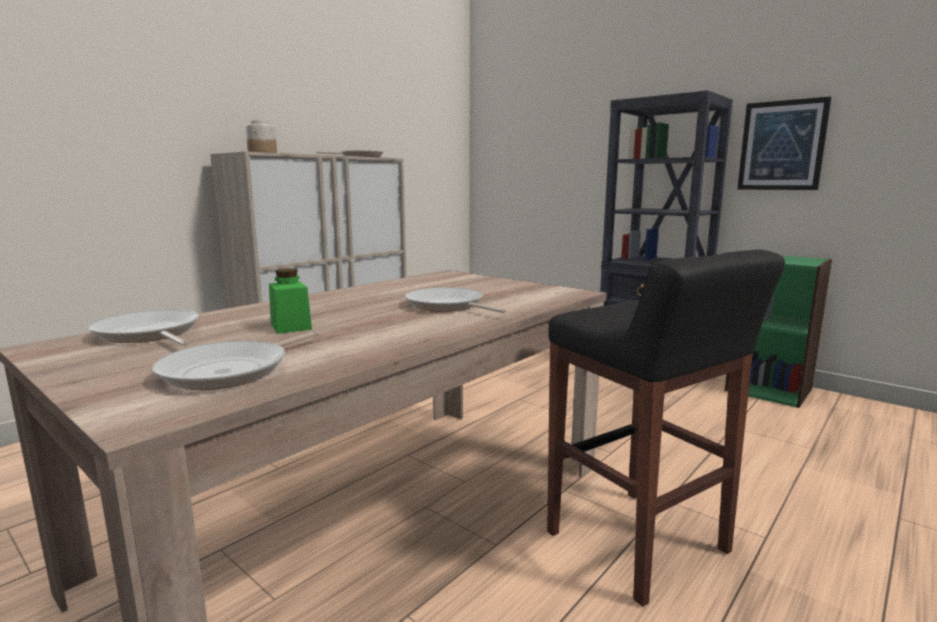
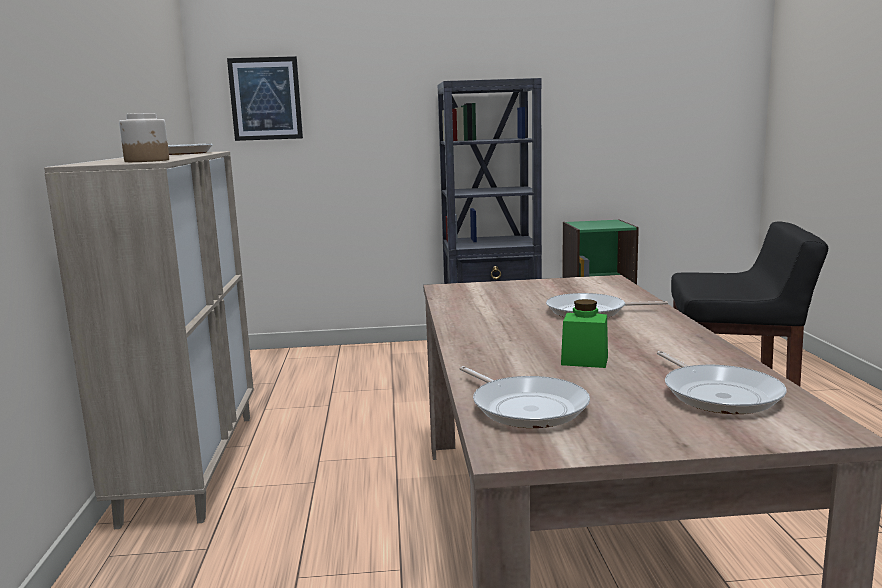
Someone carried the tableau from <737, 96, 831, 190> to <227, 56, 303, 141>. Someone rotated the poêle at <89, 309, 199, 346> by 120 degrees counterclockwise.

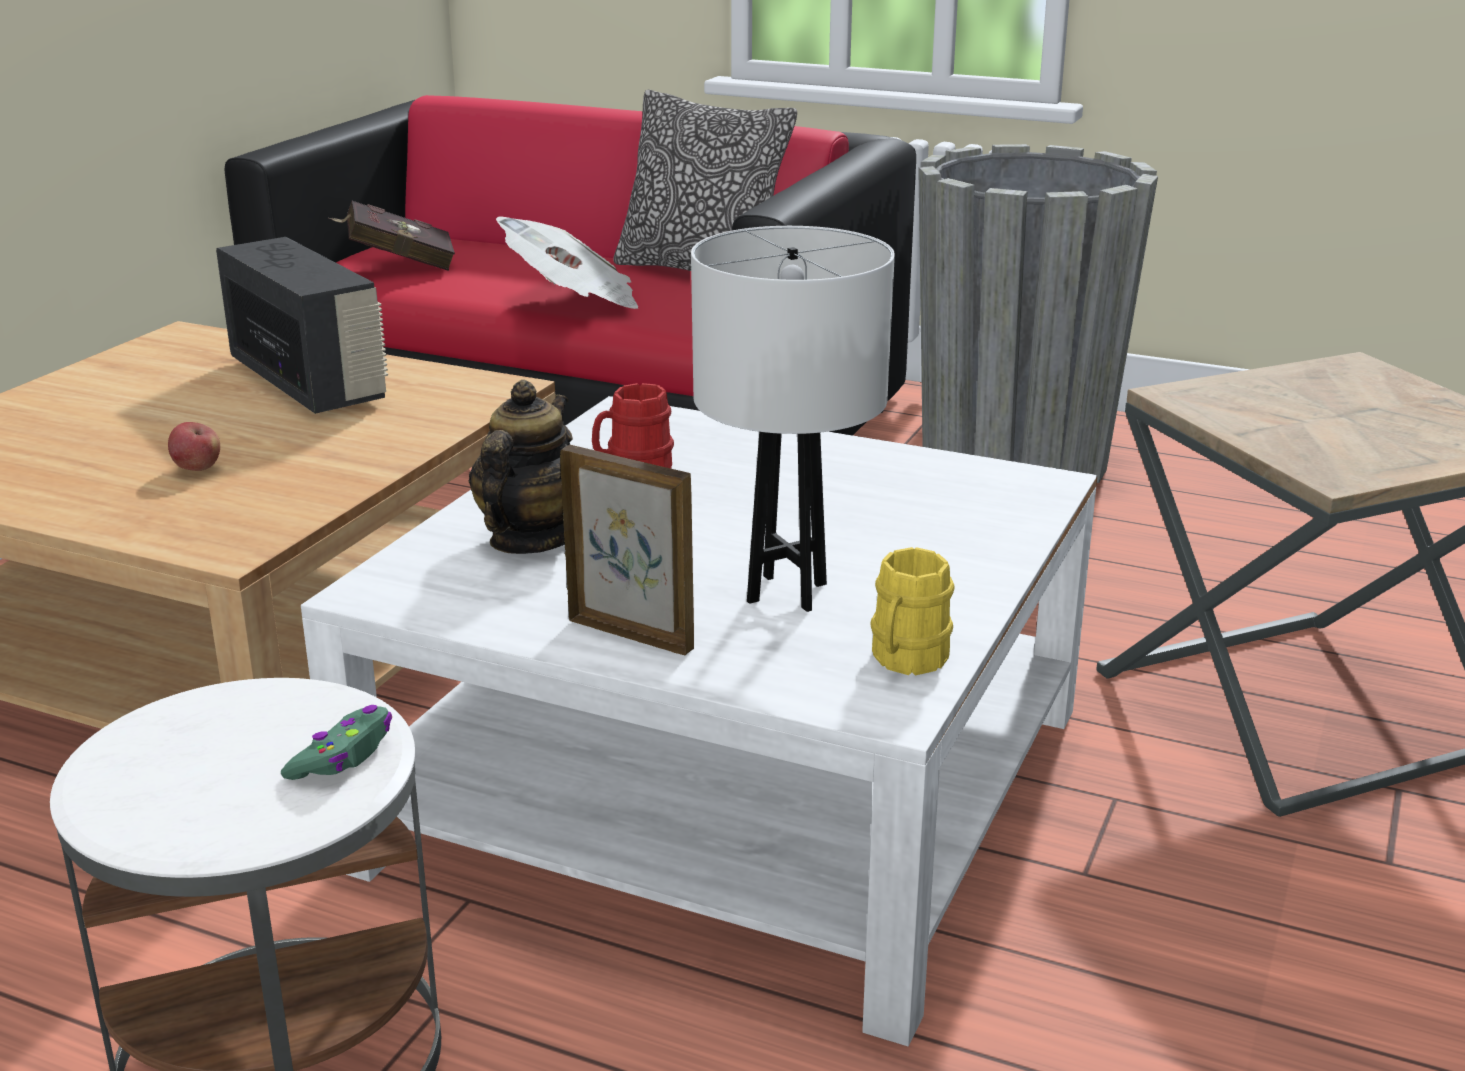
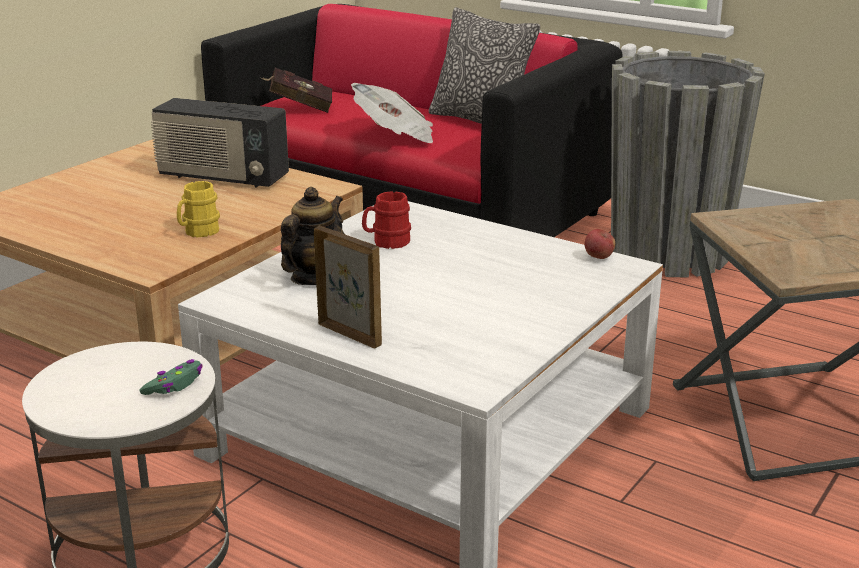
Someone took away the lampe de table (blanc) at <691, 226, 895, 612>. Someone carried the pomme from <168, 422, 220, 471> to <585, 229, 615, 259>. Someone carried the mug (jaune) from <870, 547, 955, 675> to <177, 181, 220, 238>. Someone rotated the radio at <216, 237, 388, 414> by 135 degrees clockwise.

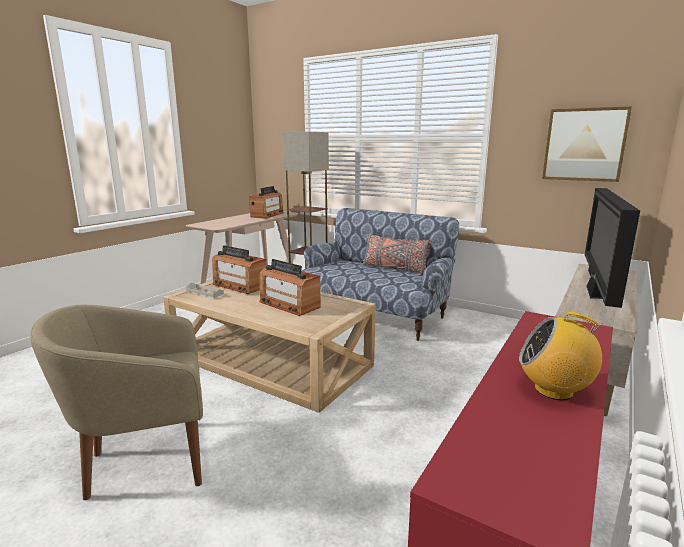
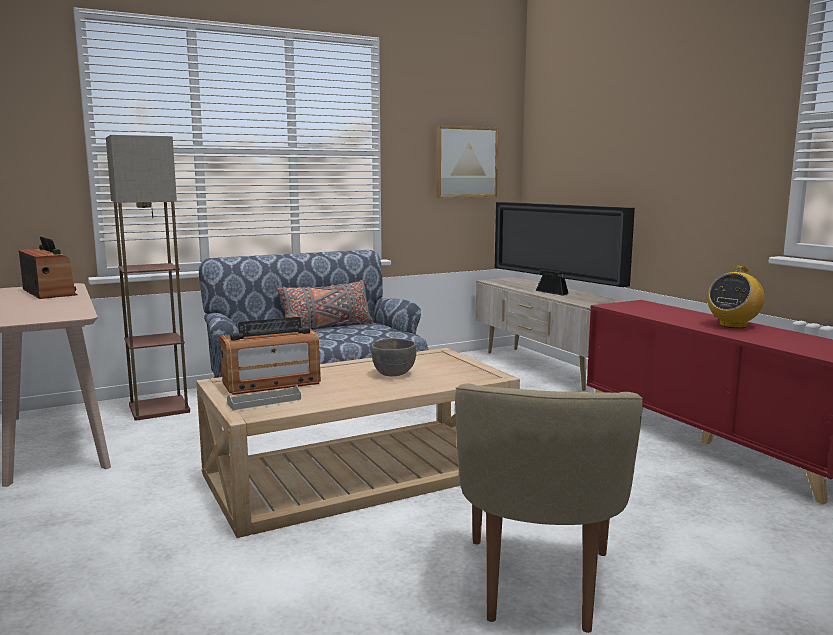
Someone swapped the radio at <259, 259, 321, 316> for the bol (gris) at <371, 338, 416, 376>.

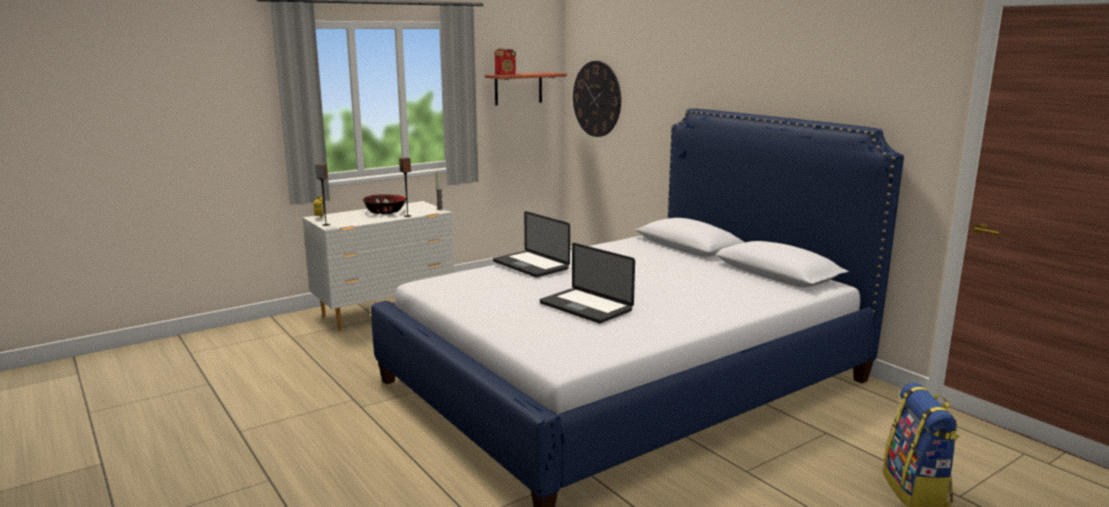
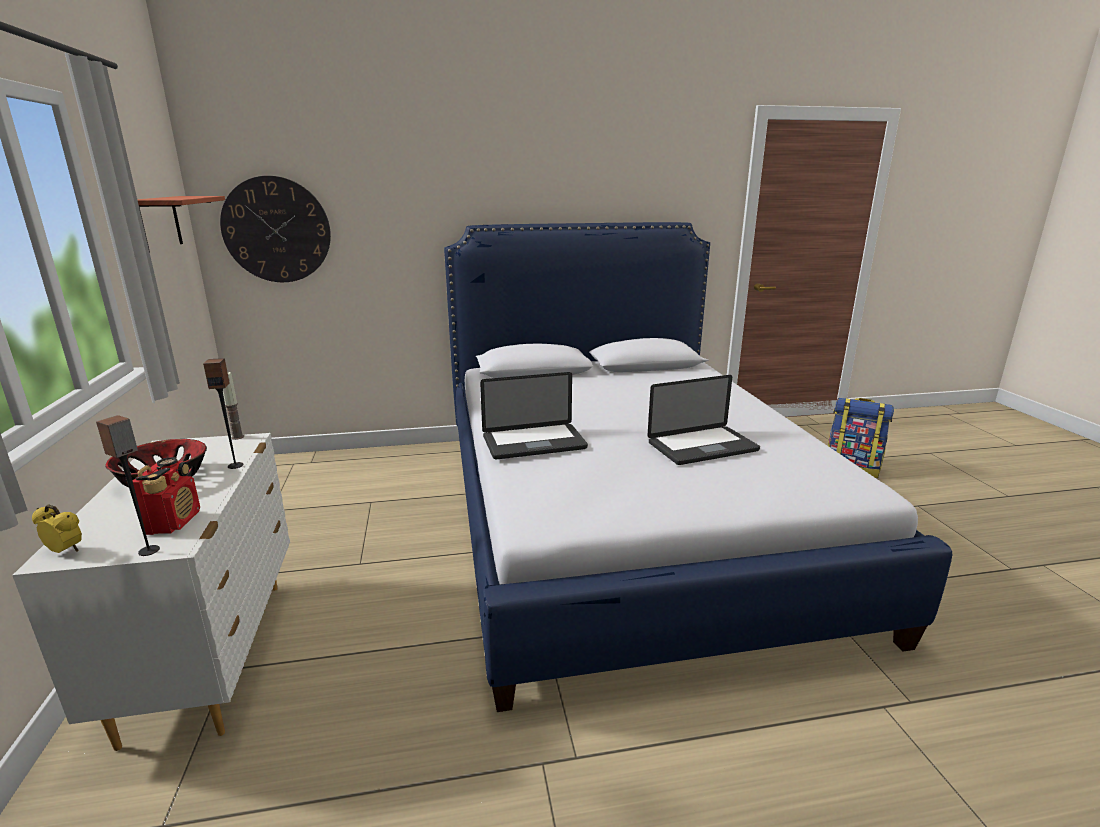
Someone carried the radio from <495, 48, 516, 75> to <133, 457, 200, 535>.

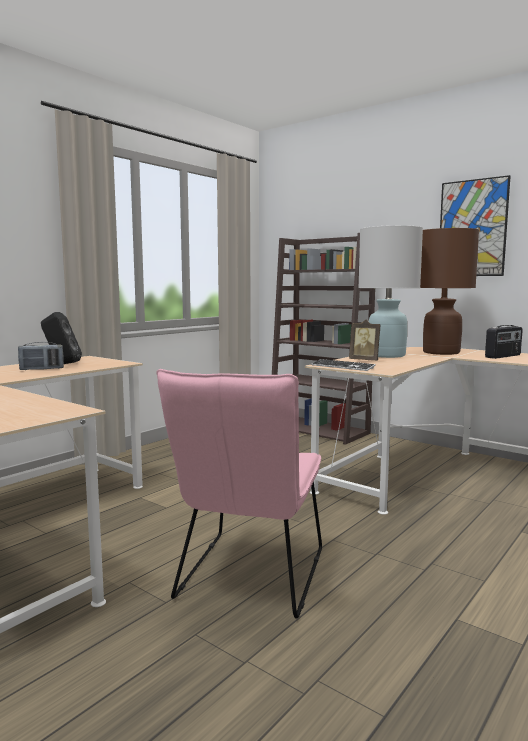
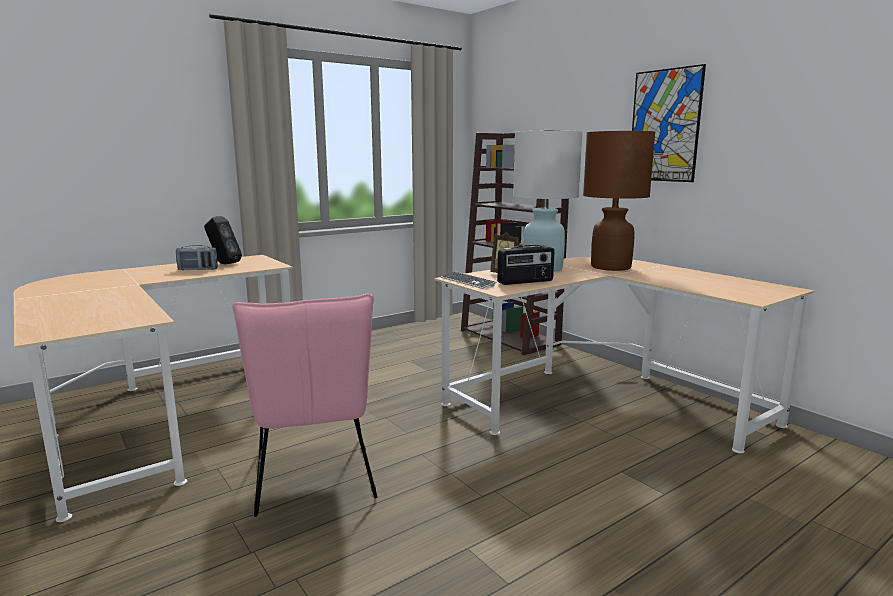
Someone carried the radio from <485, 325, 523, 359> to <497, 245, 555, 285>. Someone rotated the chaise (rose) at <156, 369, 322, 619> by 45 degrees counterclockwise.

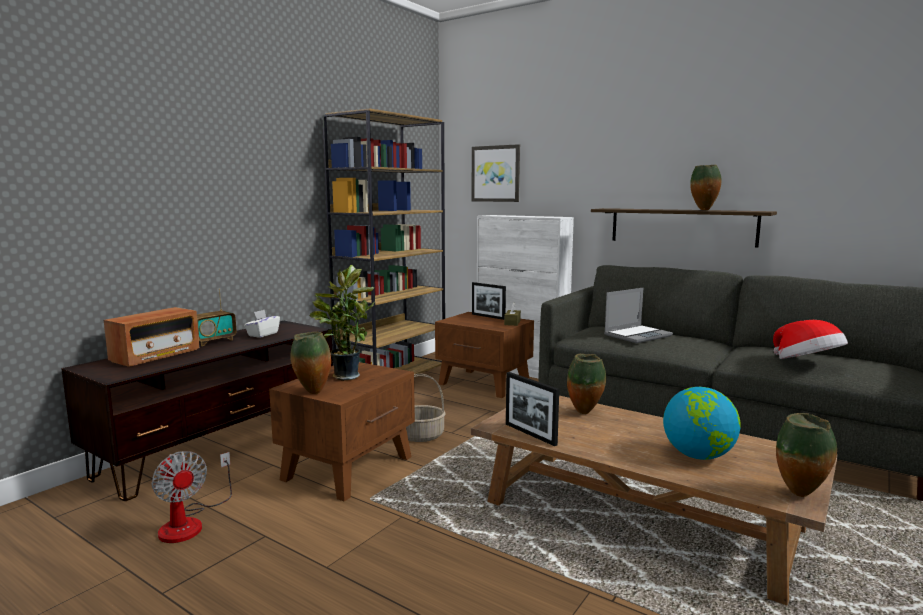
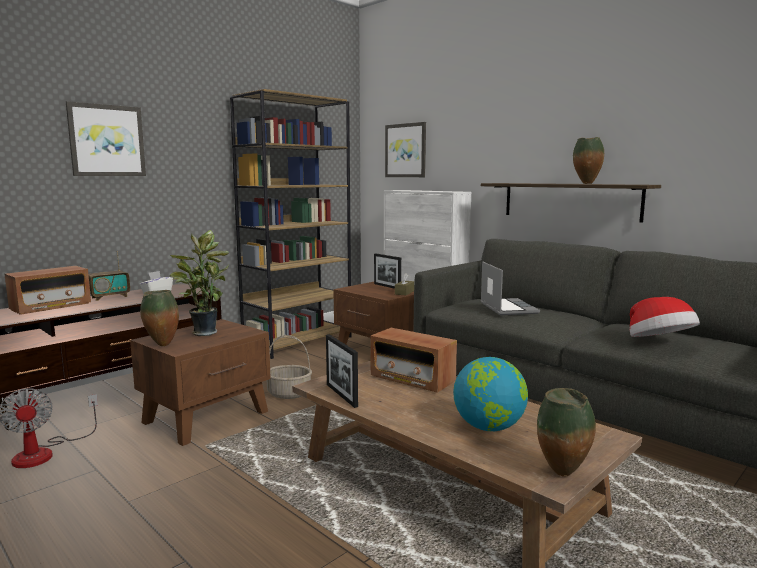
Someone put up the tableau at <66, 101, 146, 176>. Someone swapped the vase at <567, 354, 606, 414> for the radio at <370, 328, 457, 393>. Someone rotated the ordinateur portable at <604, 288, 673, 343> by 75 degrees counterclockwise.

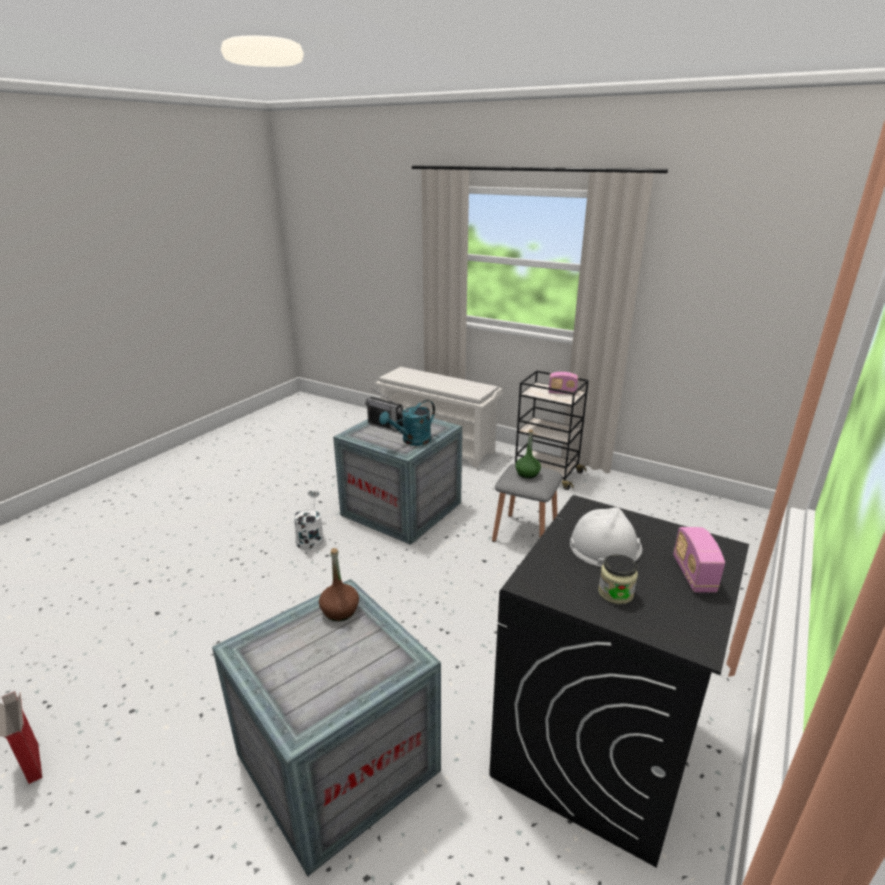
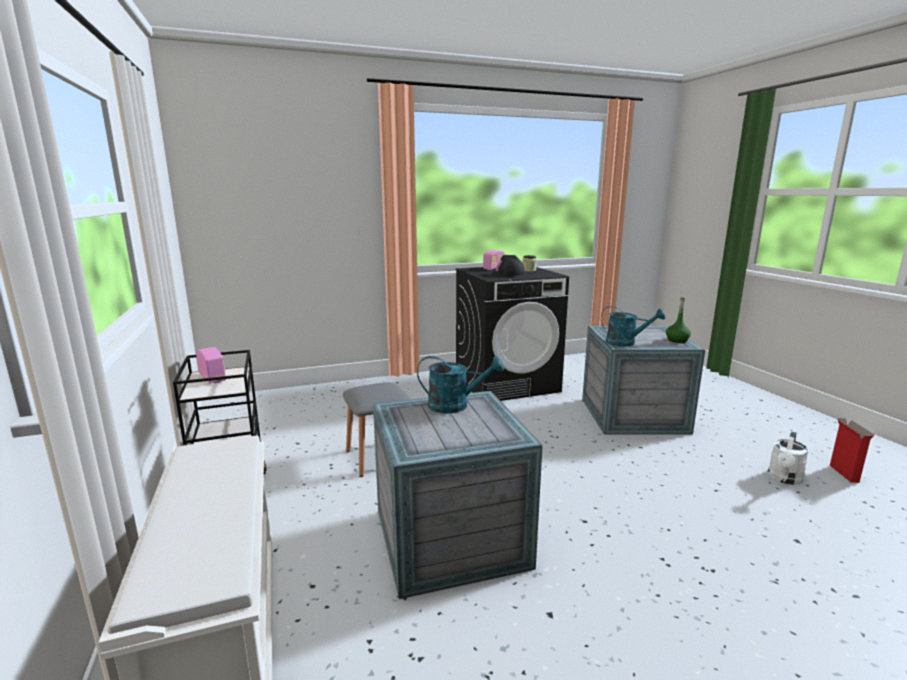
Someone took away the radio at <365, 388, 403, 432>. Someone carried the arrosoir (blanc) from <293, 489, 324, 550> to <768, 431, 809, 485>. Someone carried the bouteille (vert) from <515, 430, 541, 479> to <666, 297, 691, 343>. Someone swapped the bouteille (marron) at <319, 548, 359, 621> for the arrosoir (turquoise) at <601, 306, 665, 346>. Someone repainted the casque de chantier (blanc) at <570, 507, 642, 567>, which became the casque de chantier (noir) at <492, 255, 526, 276>.

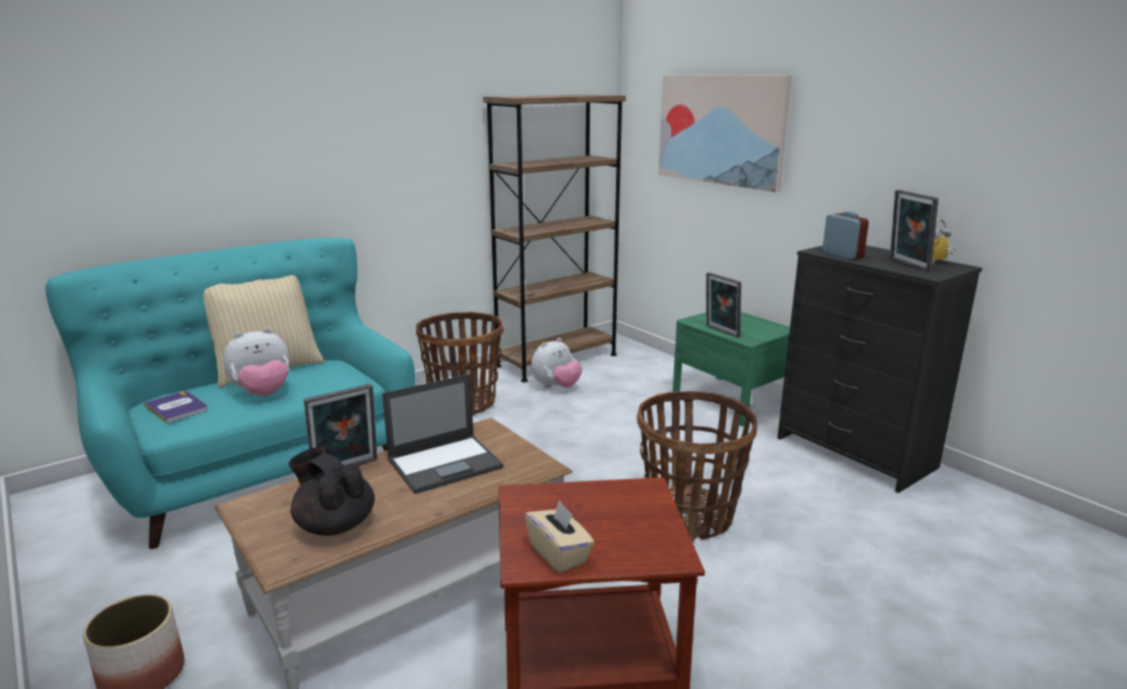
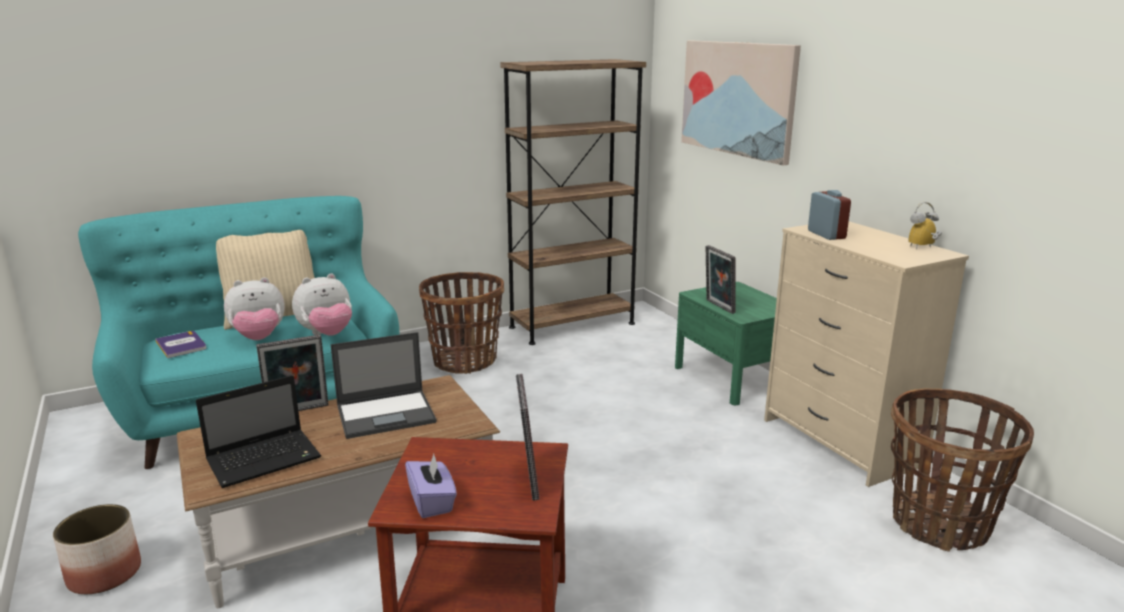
Someone carried the peluche from <531, 338, 582, 388> to <292, 273, 352, 336>. Someone carried the panier from <637, 391, 758, 542> to <891, 389, 1034, 552>. Someone carried the cadre photo from <890, 190, 938, 271> to <516, 374, 540, 501>. Someone swapped the théière (noir) at <288, 447, 375, 536> for the ordinateur portable at <196, 375, 321, 488>. Someone repainted the boîte à mouchoirs (beige) at <525, 500, 594, 573>, which became the boîte à mouchoirs (violet) at <405, 454, 457, 518>. Someone repainted the commode (noir) at <777, 245, 982, 493>, which became the commode (beige) at <764, 222, 969, 487>.

